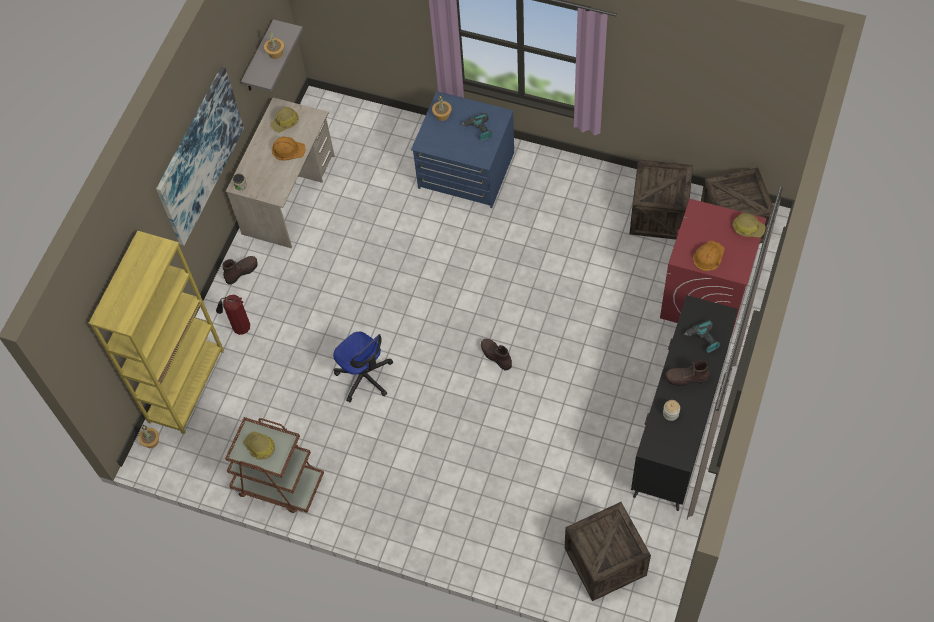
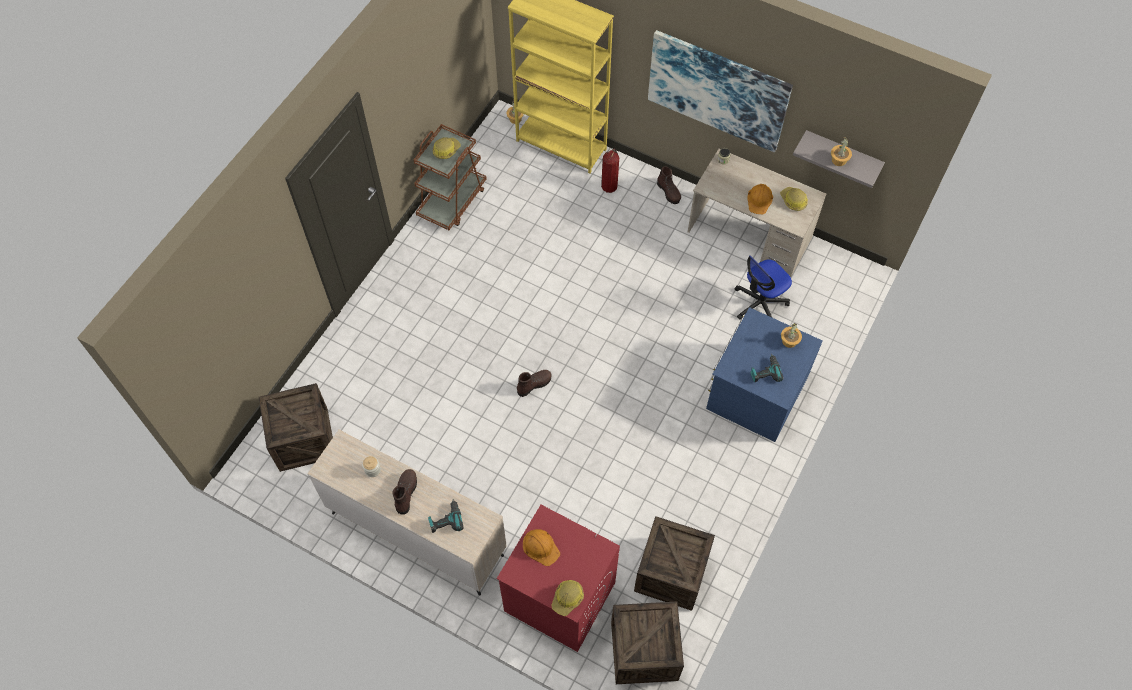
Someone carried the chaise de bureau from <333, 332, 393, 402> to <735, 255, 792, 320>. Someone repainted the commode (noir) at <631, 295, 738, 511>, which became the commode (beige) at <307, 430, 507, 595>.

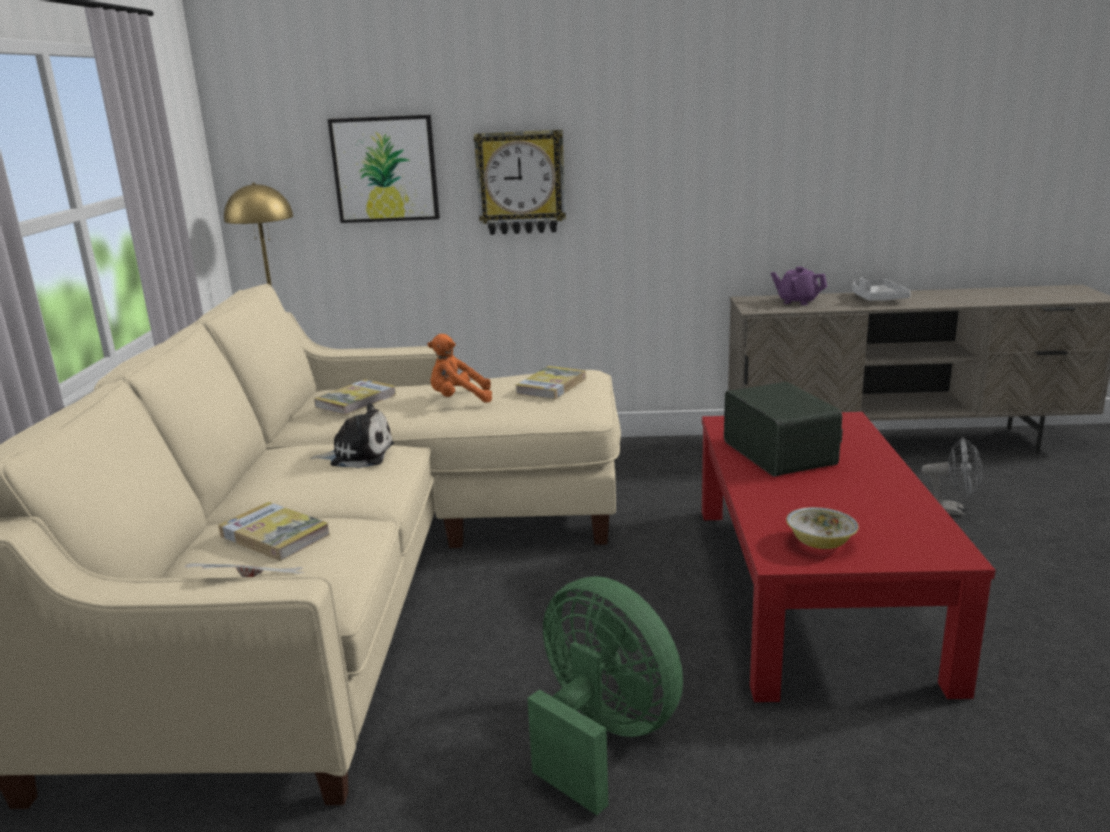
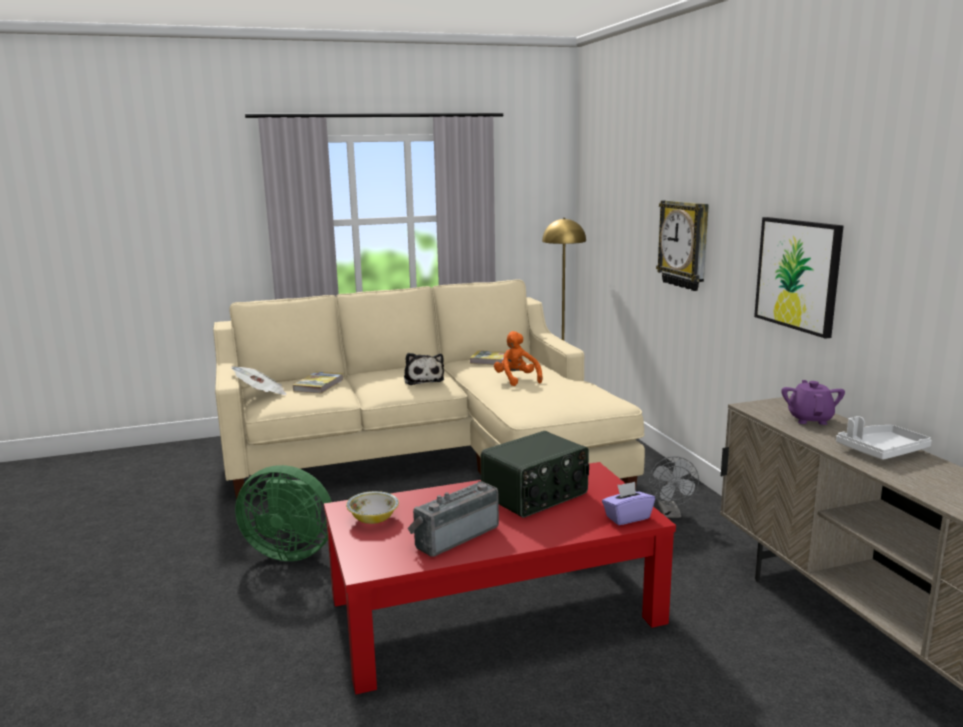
Someone took away the livre at <515, 366, 586, 400>. Someone put down the radio at <408, 481, 499, 557>. Someone put down the boîte à mouchoirs (violet) at <602, 482, 655, 525>. Someone carried the tableau from <328, 115, 440, 223> to <754, 217, 843, 339>. Someone carried the ventilateur (gris) from <921, 437, 982, 516> to <649, 456, 699, 518>. Someone rotated the ventilateur (vert) at <527, 576, 683, 815> by 75 degrees clockwise.

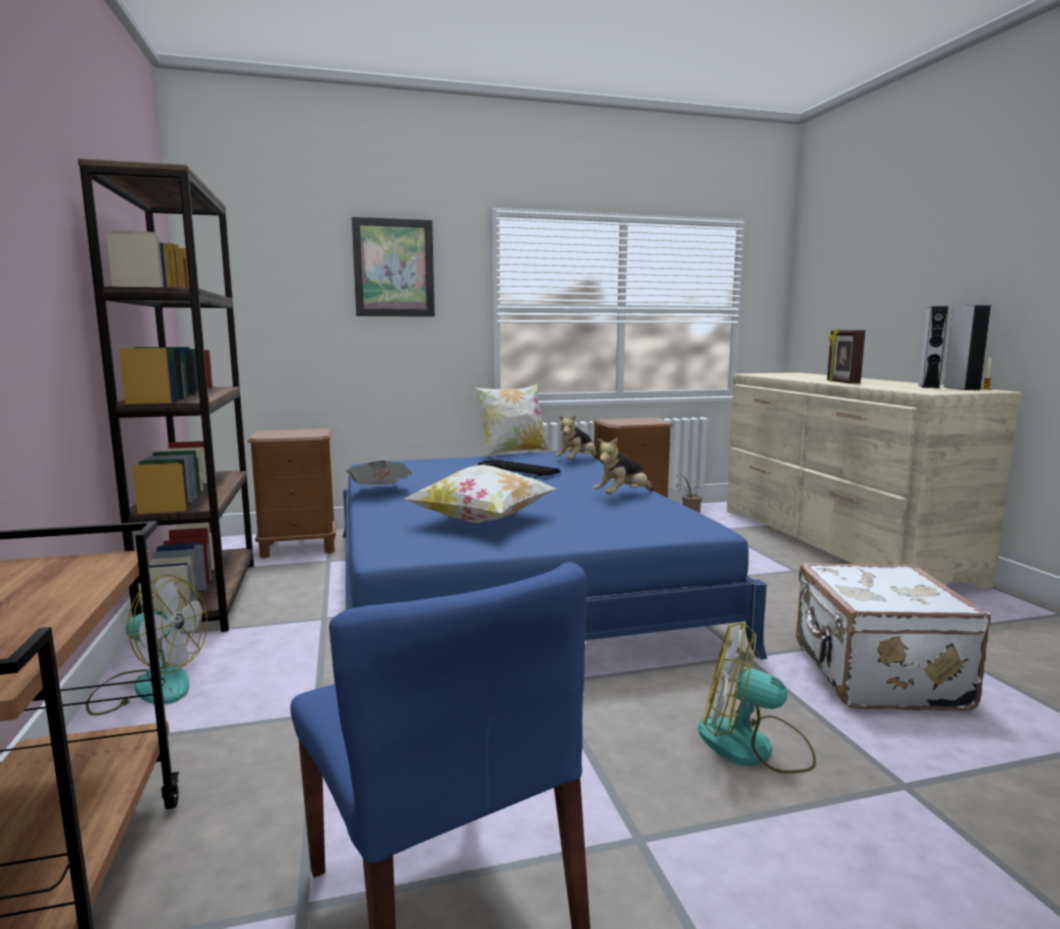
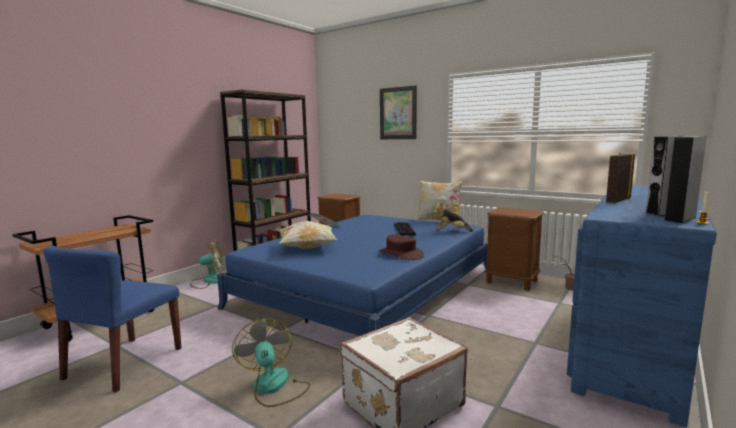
Someone swapped the peluche at <594, 438, 653, 494> for the chapeau (marron) at <379, 234, 424, 260>. Someone repainted the commode (beige) at <727, 373, 1022, 588>, which became the commode (bleu) at <567, 185, 717, 427>. Someone rotated the ventilateur at <86, 575, 208, 716> by 75 degrees counterclockwise.

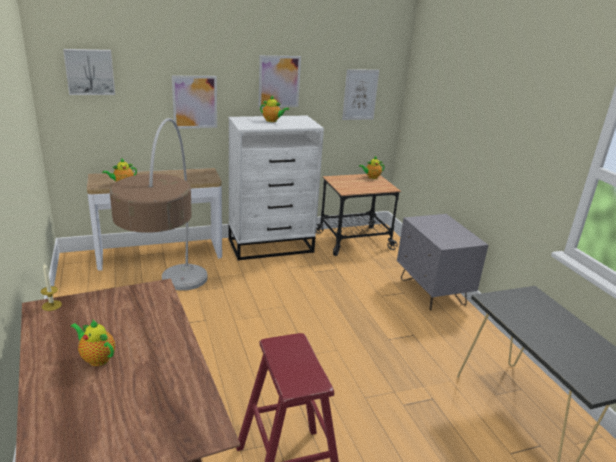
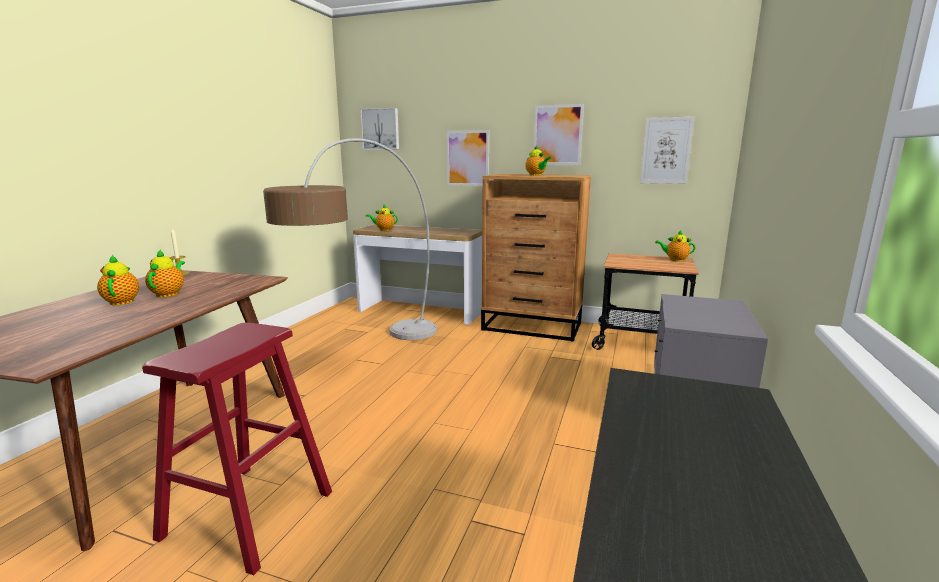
Someone put down the théière at <145, 249, 185, 297>. Someone repainted the commode (blanc) at <228, 116, 324, 261>, which became the commode (marron) at <481, 174, 591, 342>.

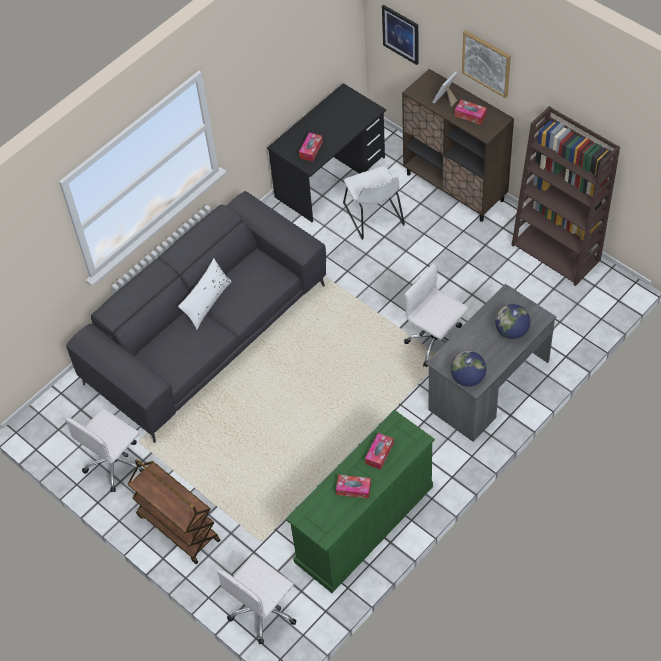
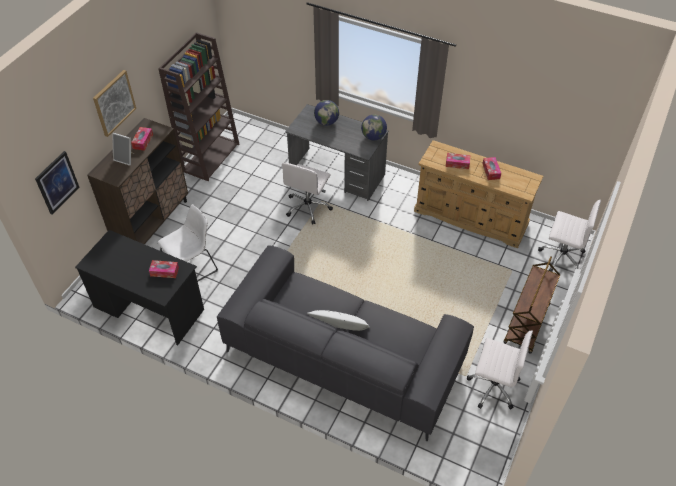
Someone repainted the commode (vert) at <286, 410, 435, 593>, which became the commode (beige) at <414, 140, 543, 248>.

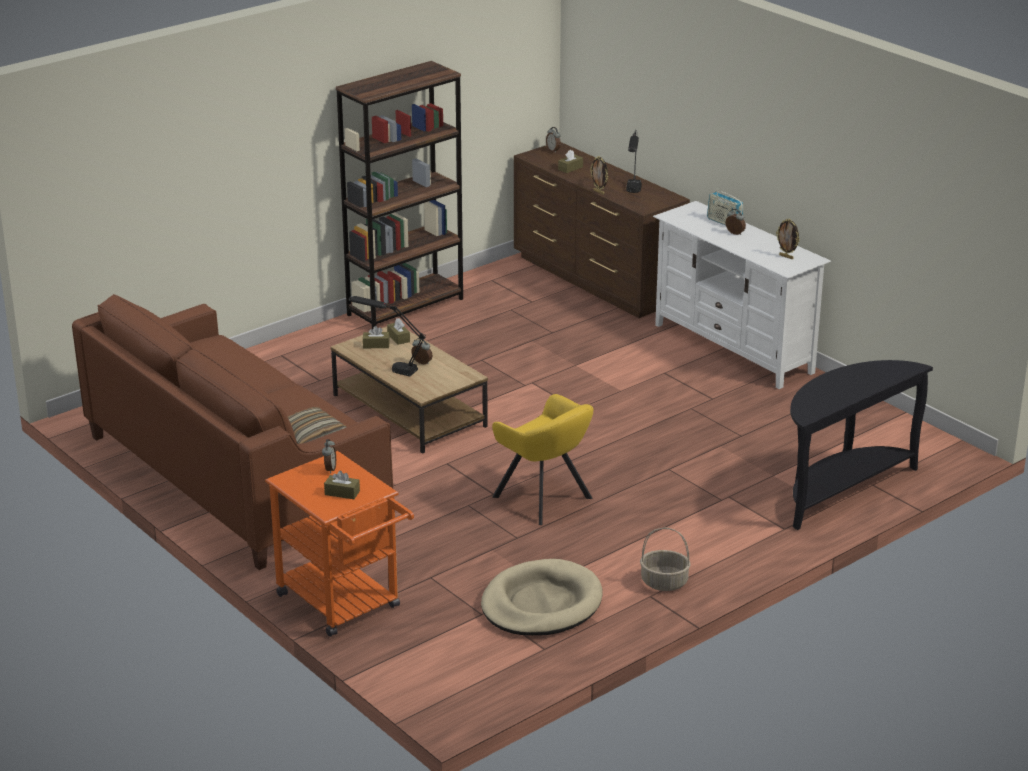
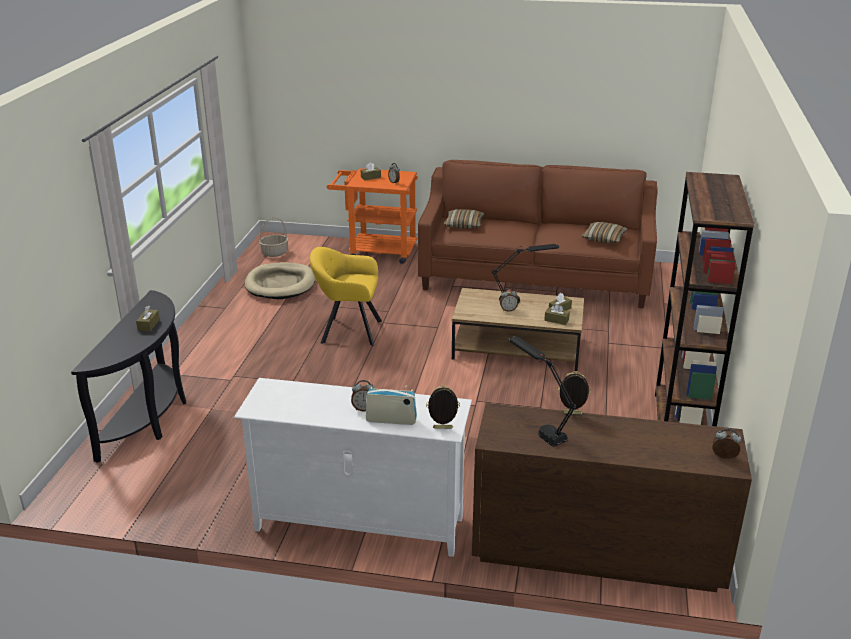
Someone put down the coussin at <582, 222, 628, 243>. Someone carried the boîte à mouchoirs (marron) from <558, 149, 583, 173> to <136, 306, 159, 331>. Someone carried the panier from <640, 528, 691, 591> to <259, 217, 289, 257>. Someone carried the cadre photo from <776, 218, 800, 259> to <426, 385, 460, 429>.

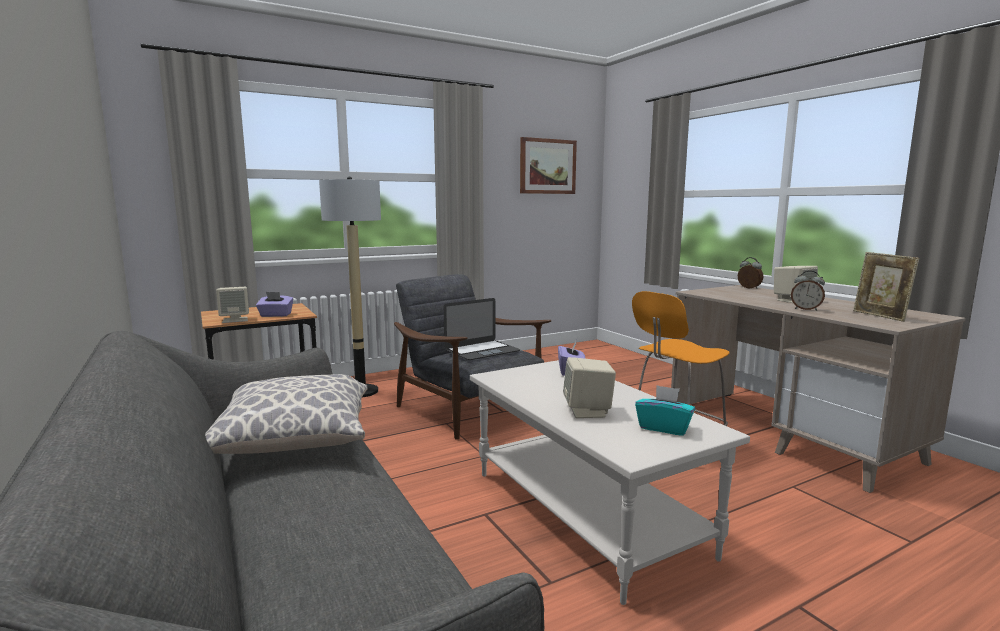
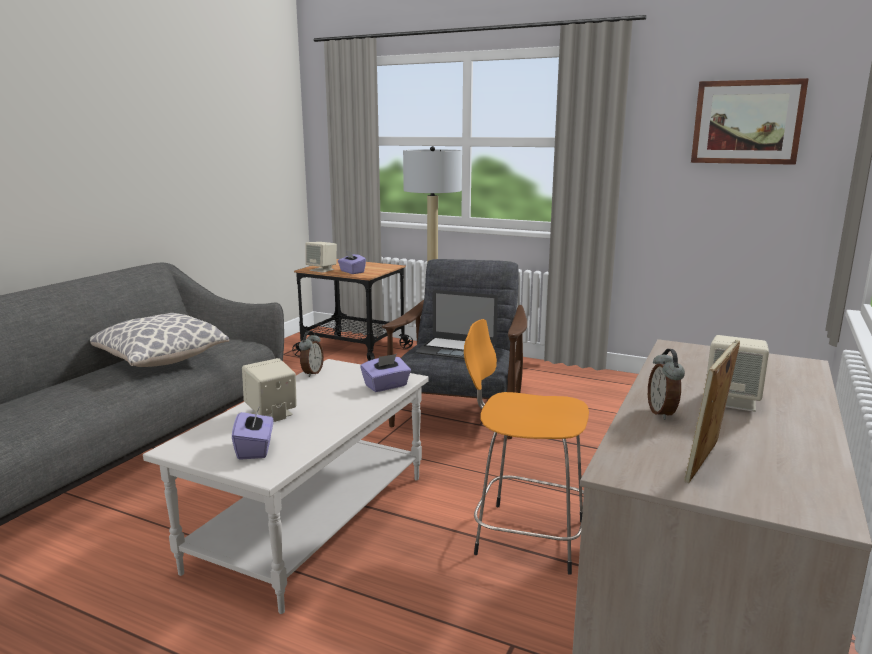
Someone carried the réveil from <738, 257, 763, 289> to <299, 331, 324, 377>. Someone repainted the boîte à mouchoirs (turquoise) at <635, 385, 695, 436>, which became the boîte à mouchoirs (violet) at <232, 406, 274, 460>.

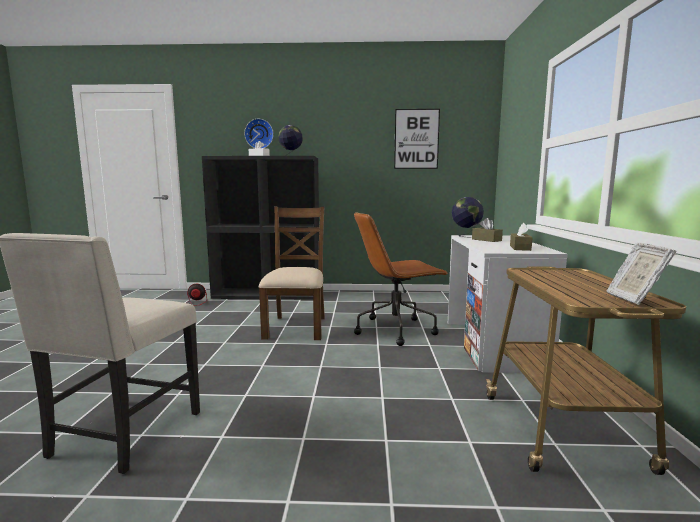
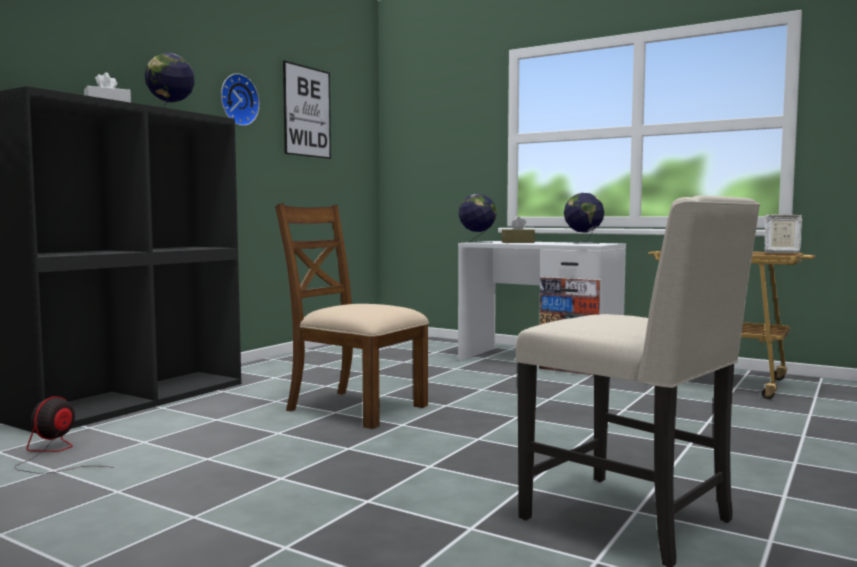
Someone took away the chaise de bureau (marron) at <354, 212, 449, 346>. Someone carried the horloge murale from <244, 119, 274, 148> to <221, 73, 260, 126>. Someone swapped the boîte à mouchoirs (marron) at <510, 223, 532, 251> for the globe at <564, 193, 605, 244>.

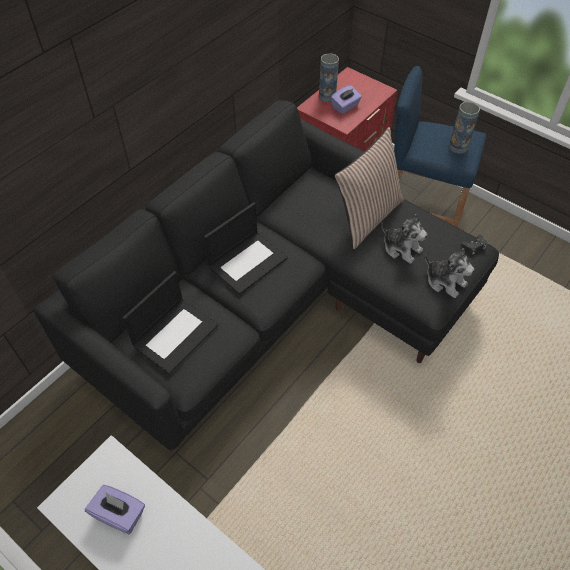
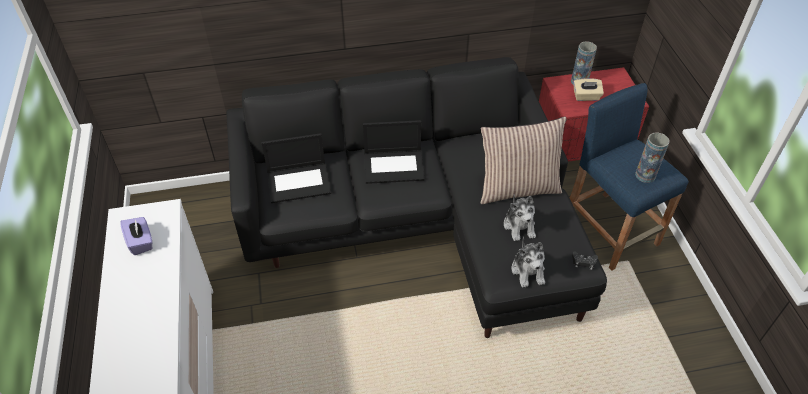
Someone repainted the boîte à mouchoirs (violet) at <331, 85, 362, 114>, which became the boîte à mouchoirs (beige) at <573, 78, 604, 101>.

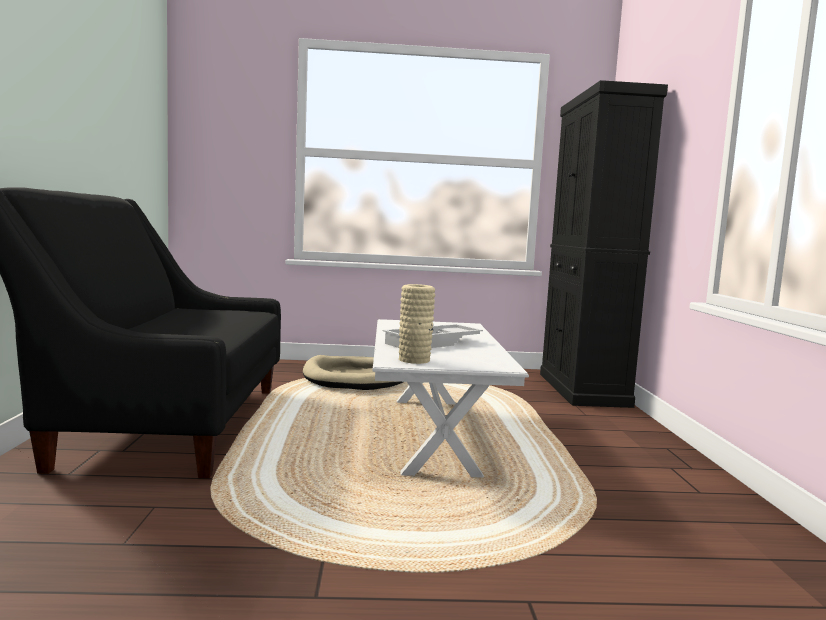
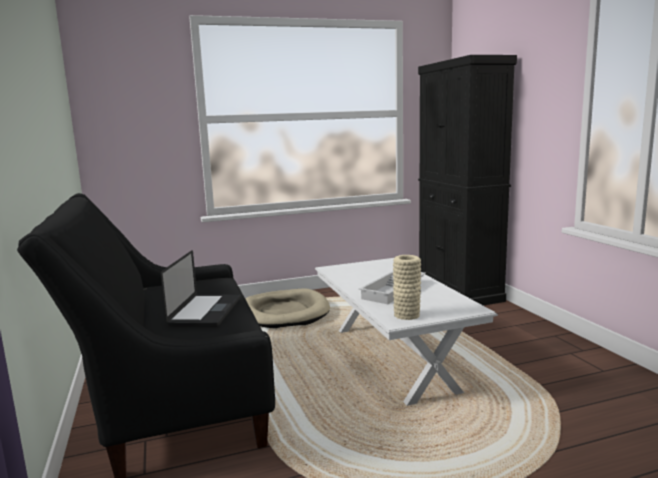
Someone put down the ordinateur portable at <161, 251, 241, 327>.

